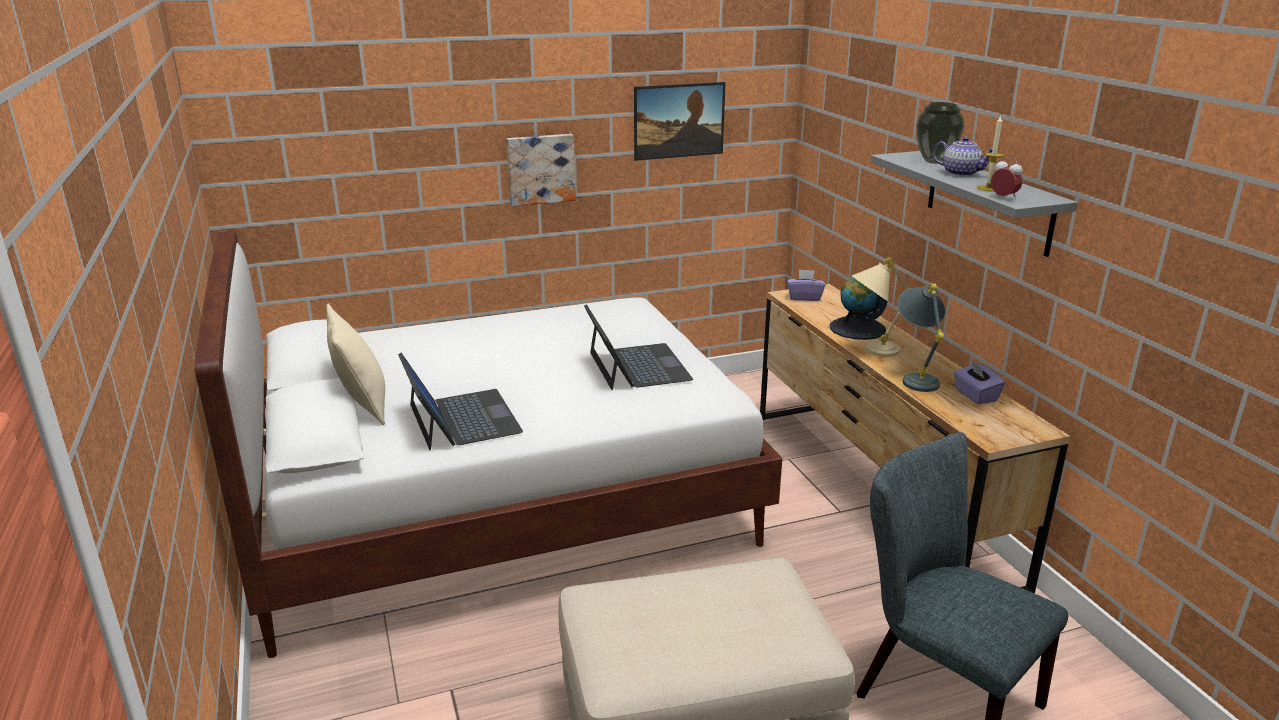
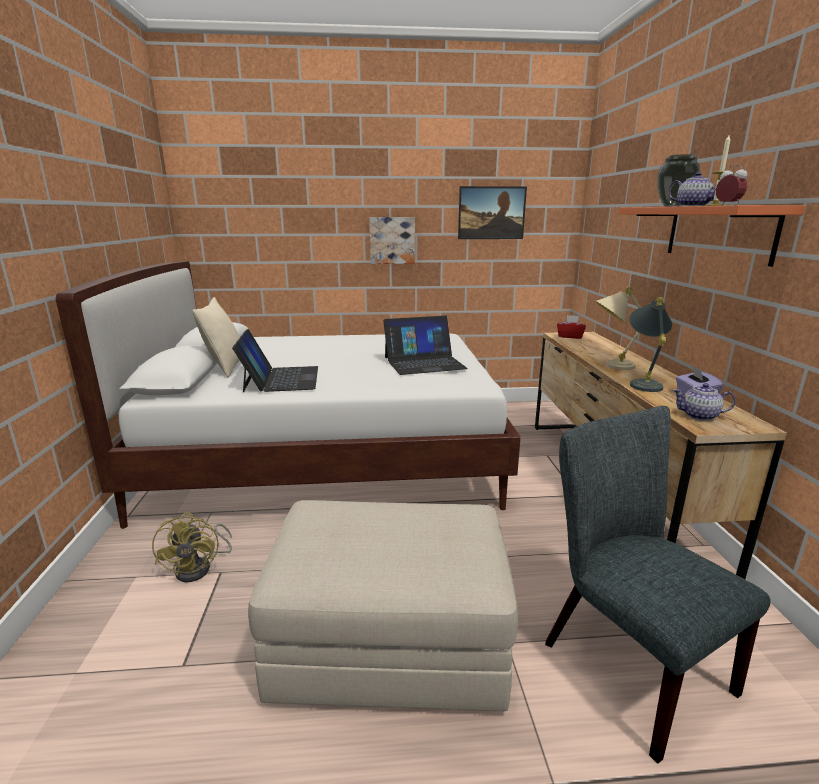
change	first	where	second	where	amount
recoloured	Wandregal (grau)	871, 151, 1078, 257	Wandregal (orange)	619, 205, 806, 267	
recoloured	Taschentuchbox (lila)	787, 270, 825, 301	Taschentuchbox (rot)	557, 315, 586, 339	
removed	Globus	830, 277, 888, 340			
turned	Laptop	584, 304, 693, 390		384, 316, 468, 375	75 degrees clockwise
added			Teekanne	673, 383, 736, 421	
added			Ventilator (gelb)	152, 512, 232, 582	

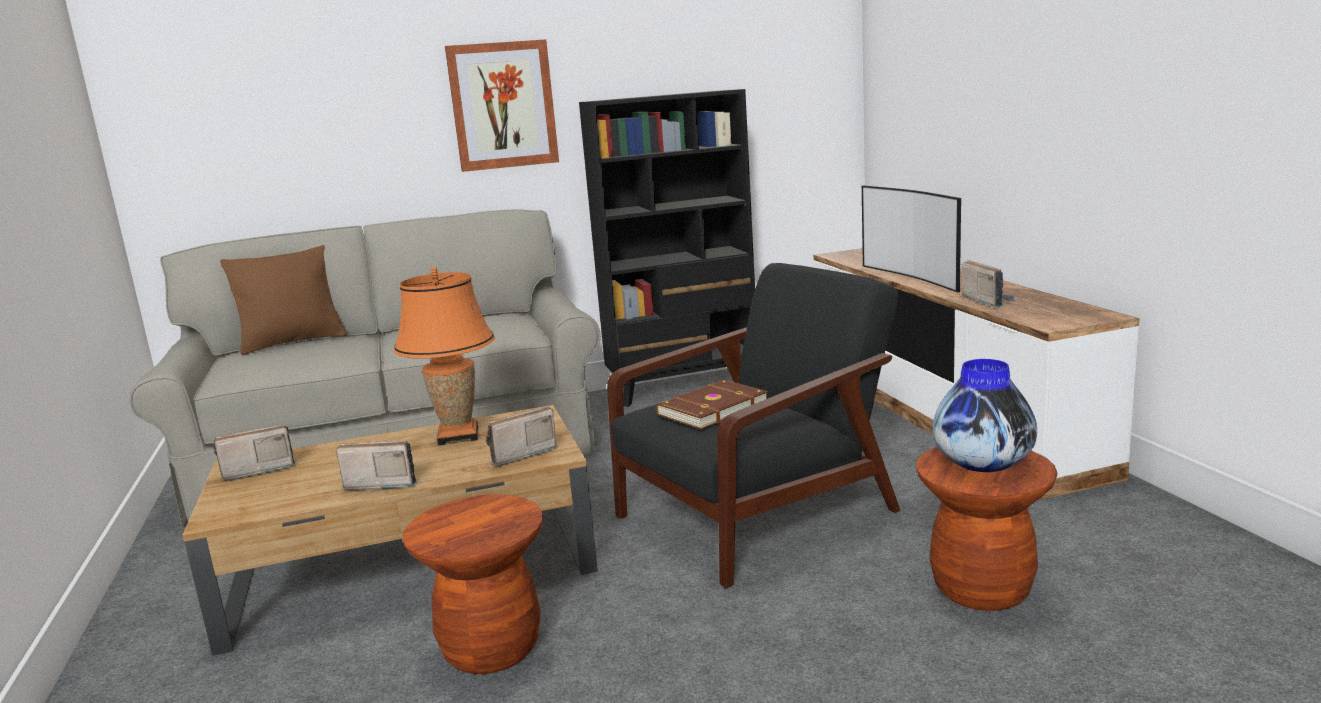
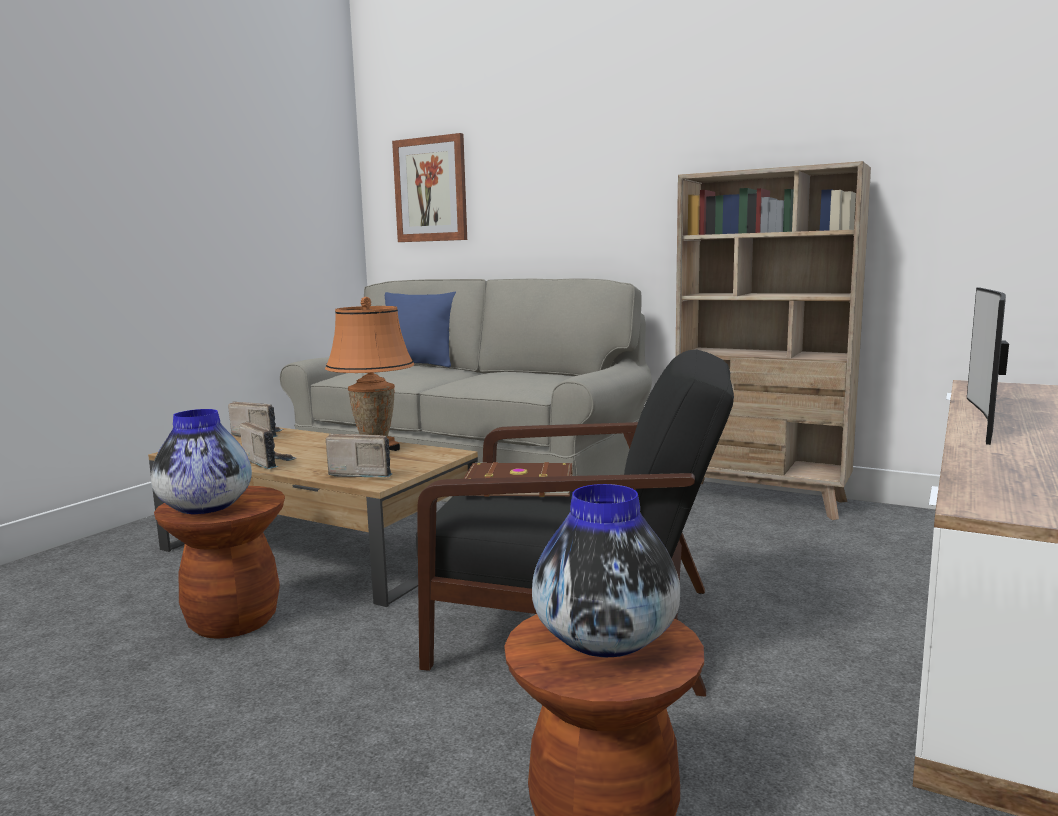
change	first	where	second	where	amount
moved	Bild	445, 39, 559, 172		392, 133, 467, 242	
recoloured	Bücherregal (schwarz)	579, 89, 755, 407	Bücherregal (beige)	675, 161, 871, 520	
recoloured	Kissen (braun)	220, 245, 346, 355	Kissen (blau)	385, 292, 456, 367	
removed	Radio	962, 260, 1018, 307			
added			Vase	151, 409, 252, 514	

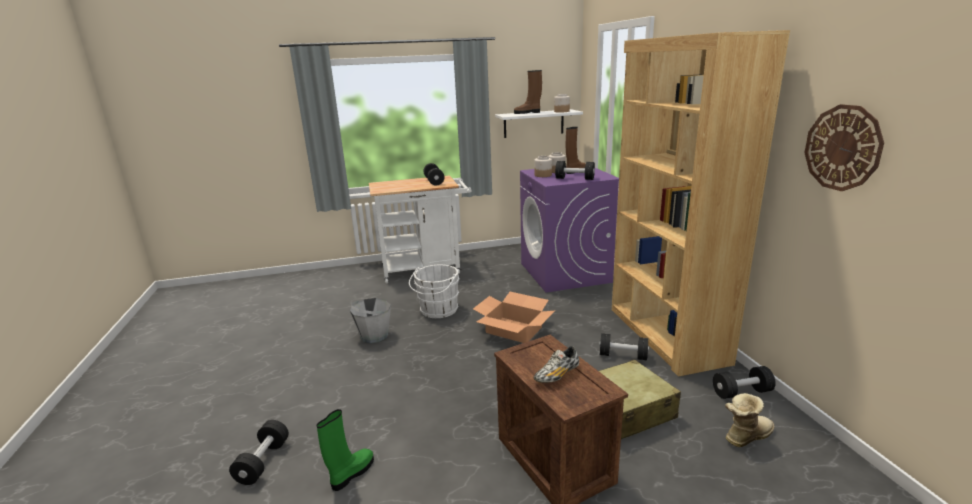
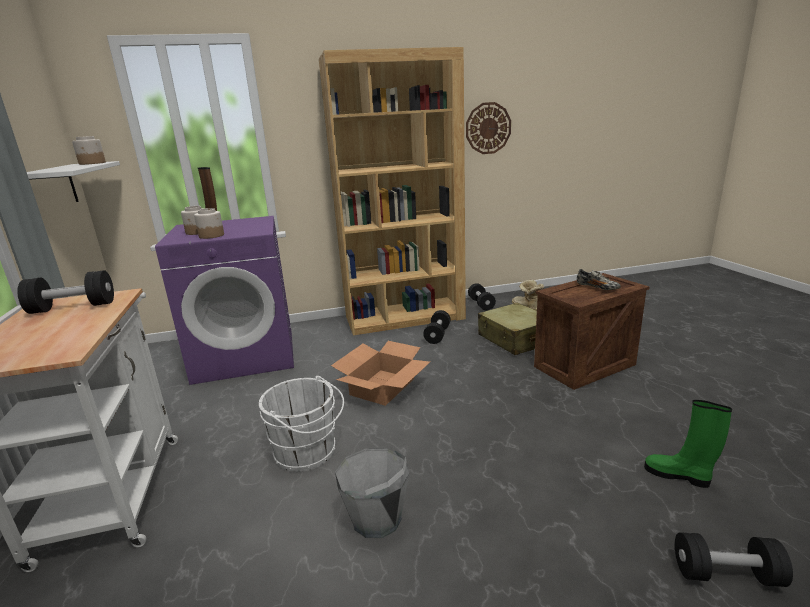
change	first	where	second	where	amount
removed	Stiefel (braun)	514, 70, 542, 114			
removed	Hantel (schwarz)	555, 161, 595, 180			

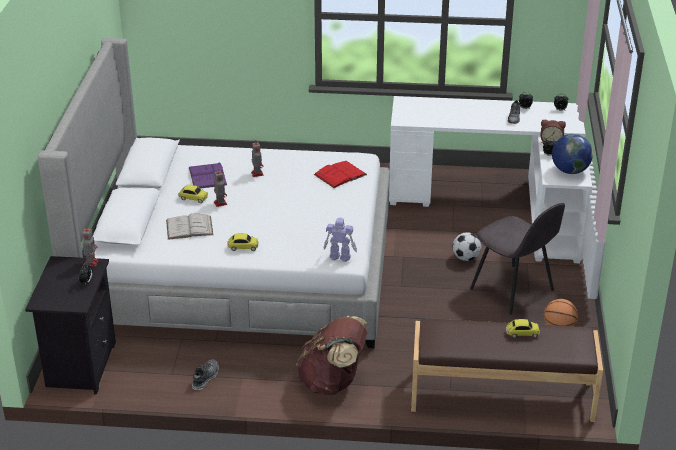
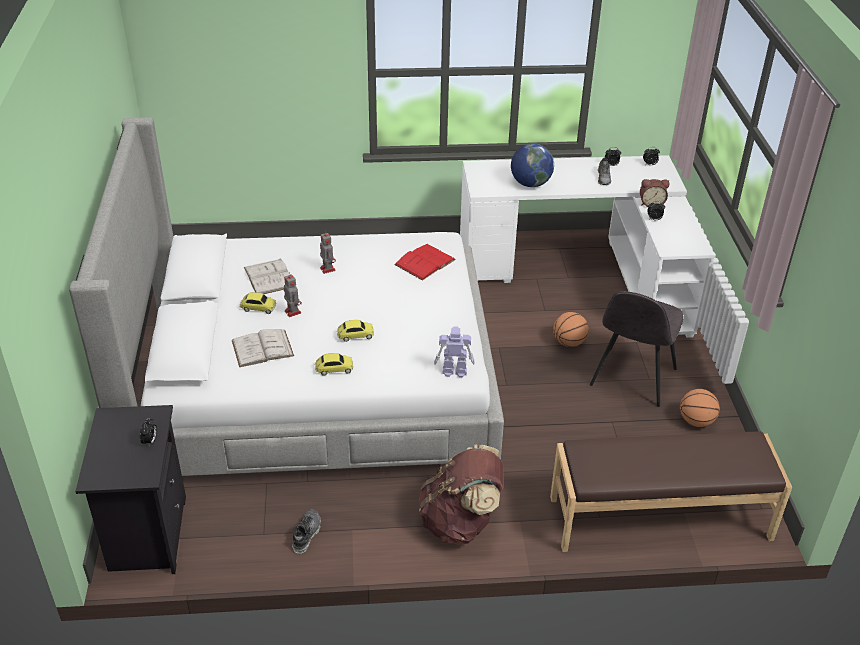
change	first	where	second	where	amount
moved	Globus	552, 134, 593, 174		511, 143, 554, 187	
recoloured	Buch (lila)	189, 162, 227, 189	Buch (weiß)	244, 259, 290, 294	
turned	Stuhl (grau)	470, 203, 565, 315		590, 291, 684, 407	75 degrees clockwise
removed	Spielzeugroboter	82, 229, 99, 266			
replaced	Fußball	453, 232, 481, 261	Basketball	553, 312, 589, 347	
moved	Spielzeugauto	506, 319, 540, 338		337, 320, 374, 342	

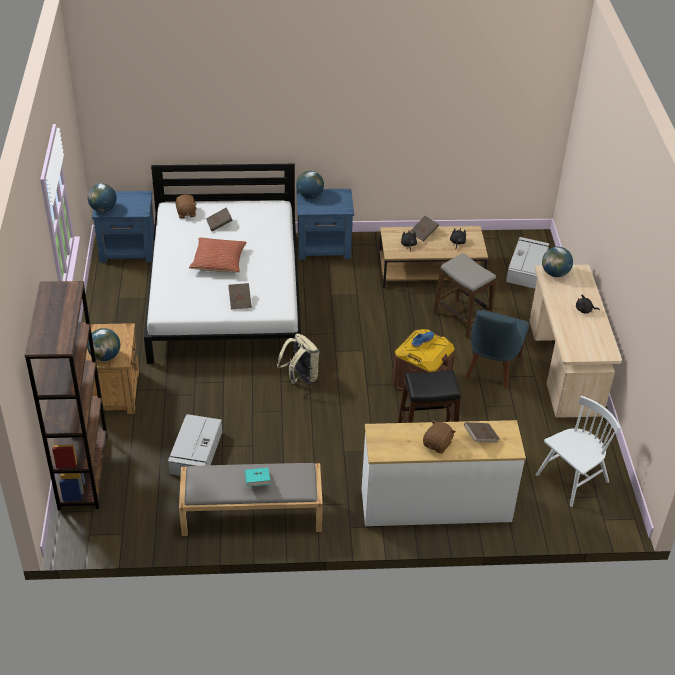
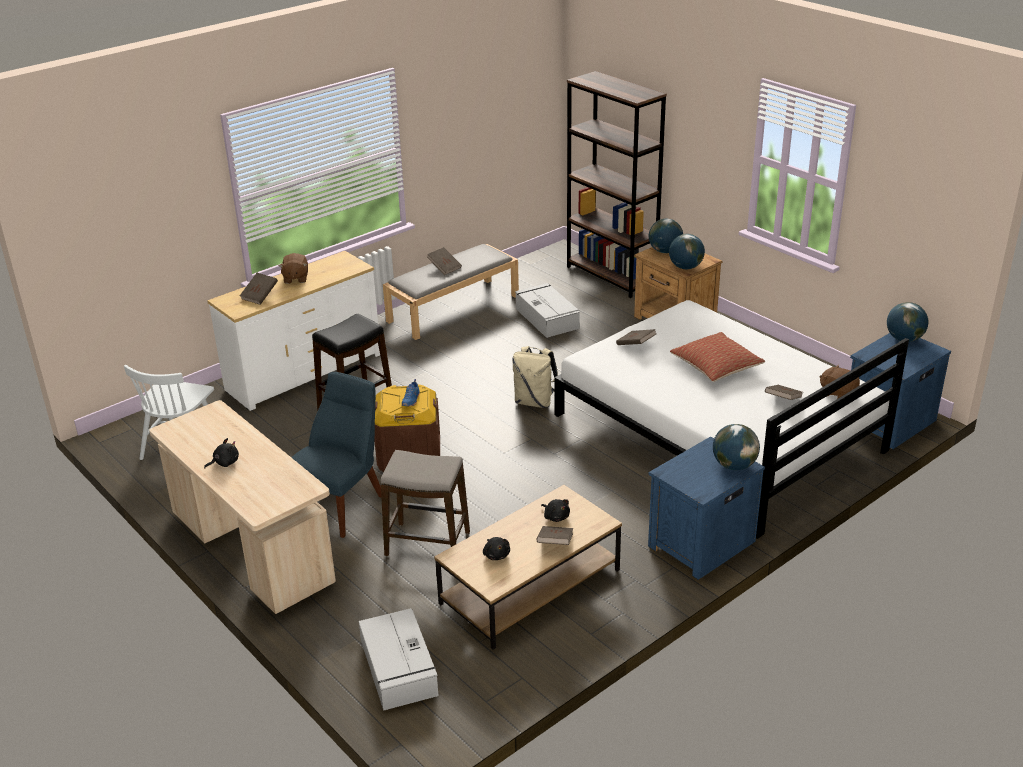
change	first	where	second	where	amount
moved	Globus	542, 247, 573, 277		669, 234, 705, 269	
turned	Stuhl (blau)	466, 310, 529, 389		291, 372, 381, 538	45 degrees clockwise
recoloured	Buch (türkis)	245, 468, 271, 487	Buch (braun)	427, 247, 462, 275	

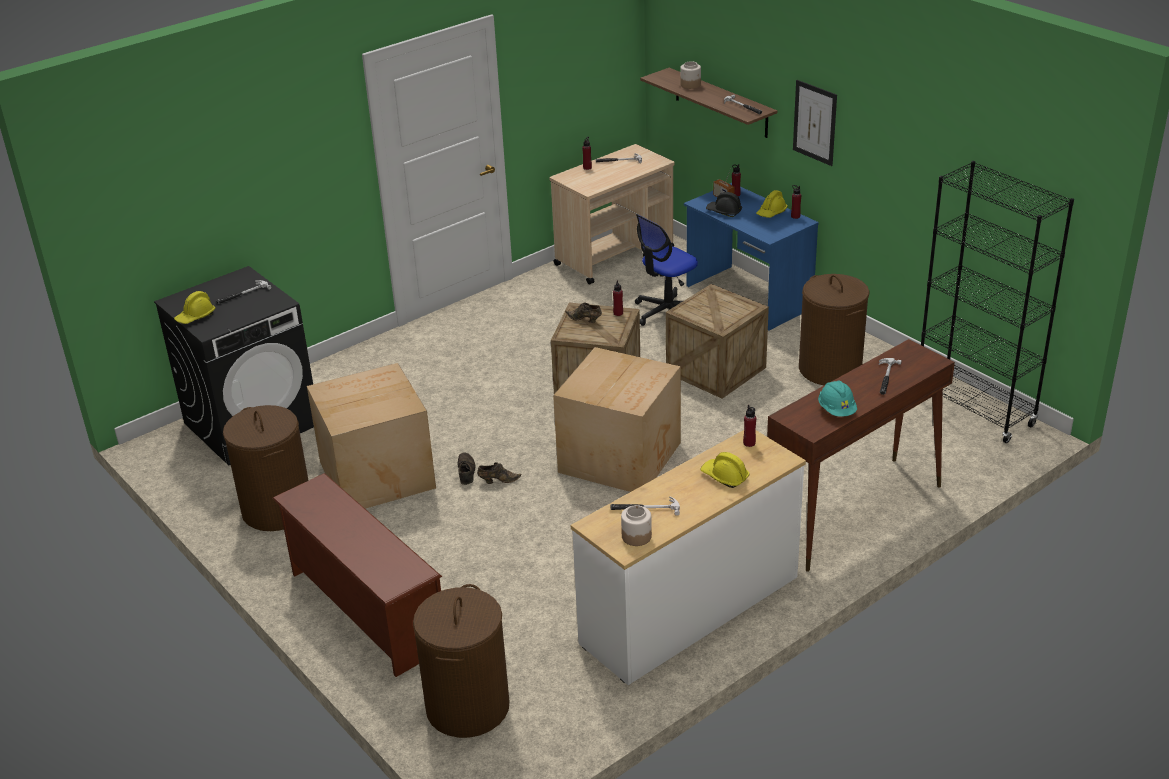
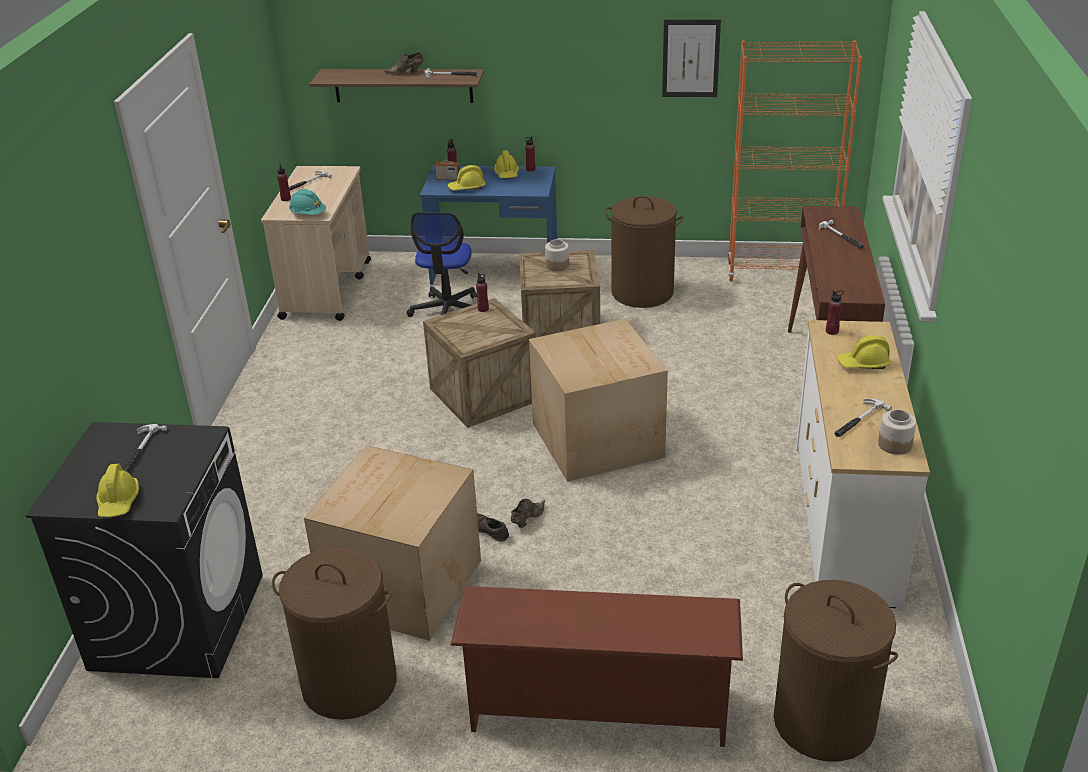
change	first	where	second	where	amount
moved	Vorratsglas	680, 61, 701, 89		545, 239, 569, 271	
moved	Bild	793, 80, 837, 166		662, 19, 721, 97	
recoloured	Bücherregal (schwarz)	921, 161, 1074, 443	Bücherregal (orange)	728, 40, 863, 282	
recoloured	Schutzhelm (schwarz)	706, 192, 742, 217	Schutzhelm (gelb)	448, 165, 486, 191	
moved	Schuh (braun)	565, 302, 602, 323		384, 52, 423, 75	
moved	Schutzhelm (türkis)	818, 380, 857, 417		289, 189, 326, 215	

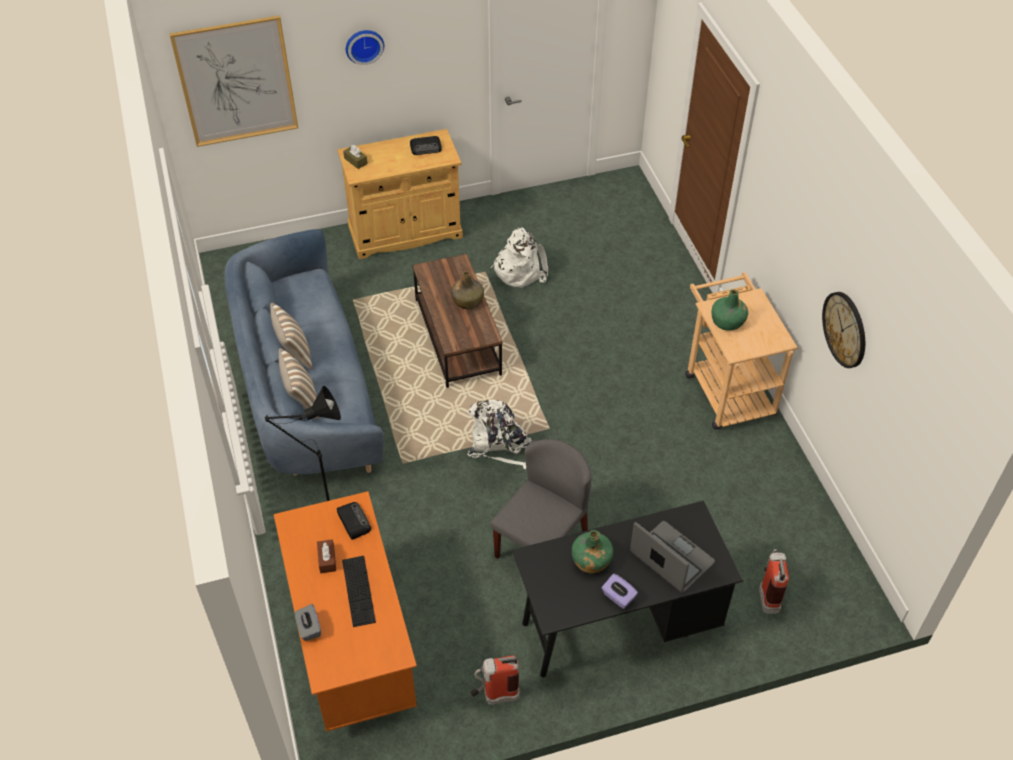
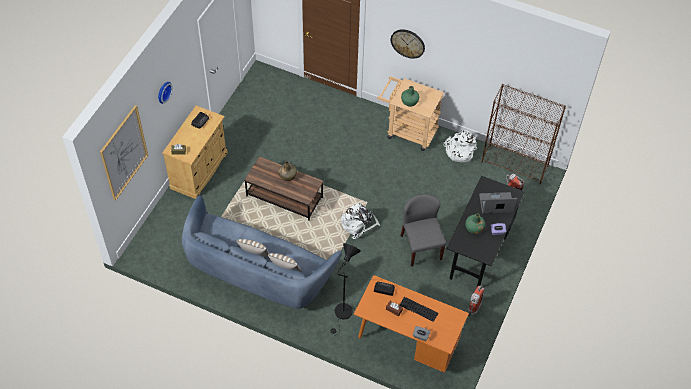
change	first	where	second	where	amount
moved	Rucksack (weiß)	491, 227, 548, 288		443, 130, 477, 163	
moved	Wanduhr	822, 292, 865, 368		391, 29, 425, 59	
added			Bücherregal (braun)	481, 84, 566, 184	

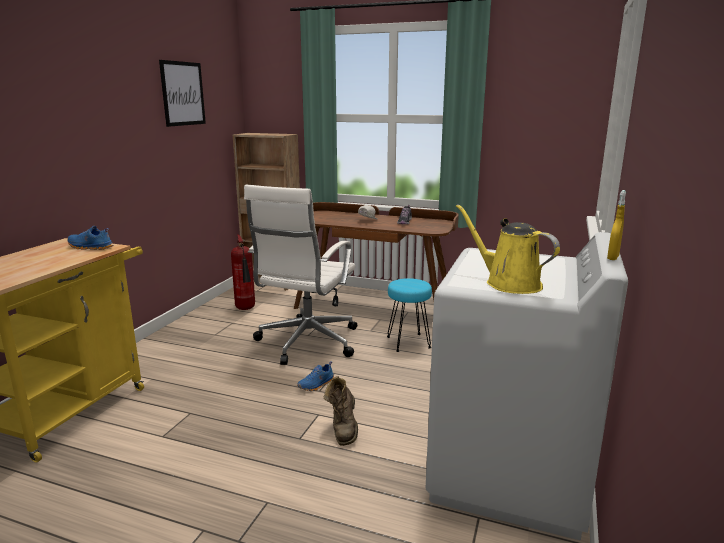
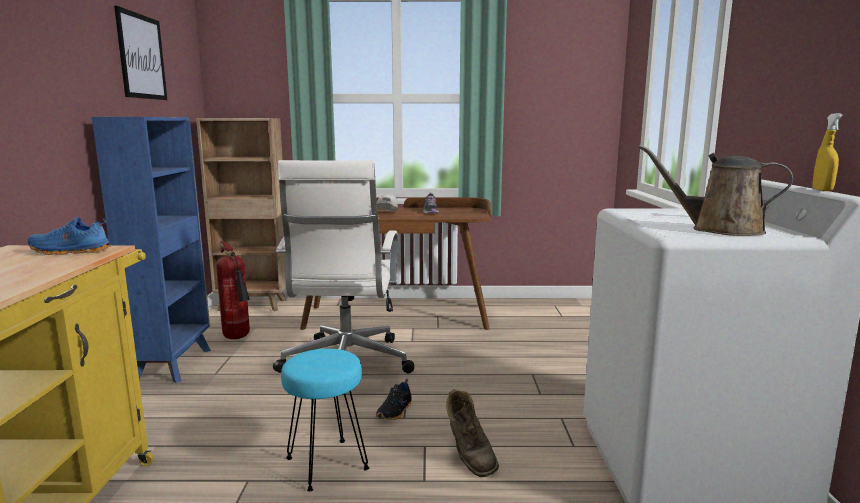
change	first	where	second	where	amount
recoloured	Gießkanne (gelb)	456, 204, 560, 294	Gießkanne (braun)	639, 145, 793, 236	
moved	Hocker (türkis)	387, 278, 432, 352		281, 349, 369, 491	
recoloured	Schuh (blau)	297, 361, 334, 391	Schuh (schwarz)	376, 379, 412, 420	
added			Bücherregal (blau)	92, 117, 211, 383	

